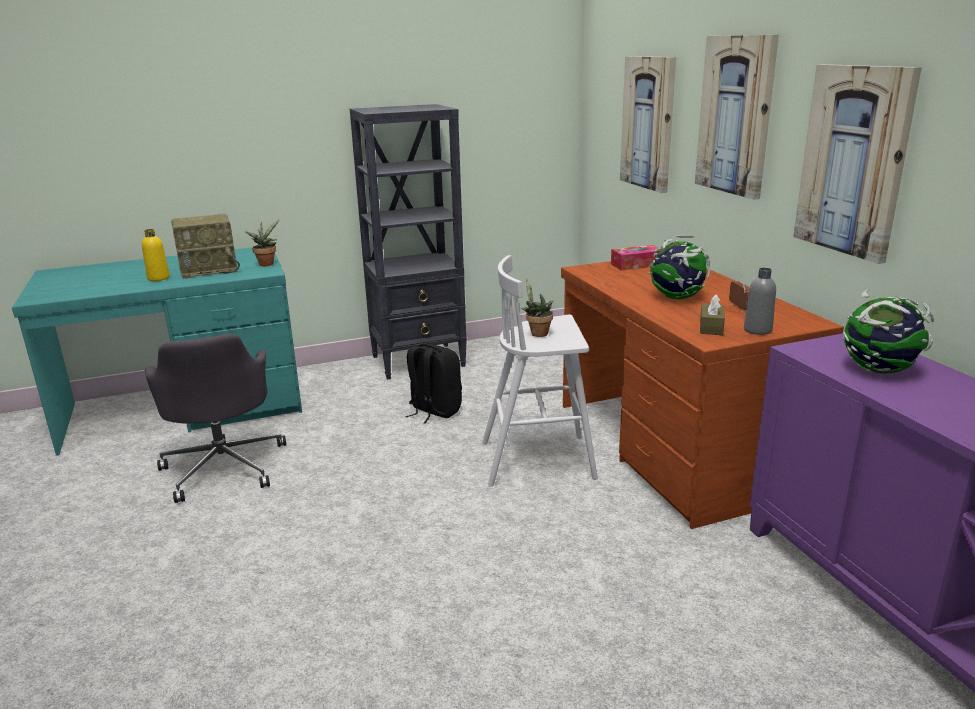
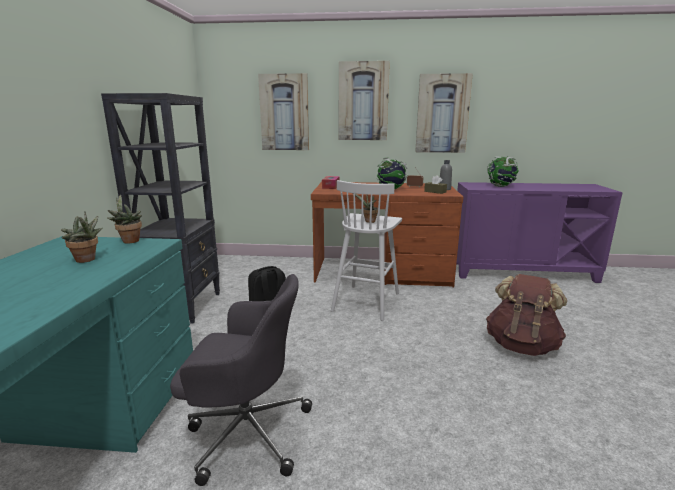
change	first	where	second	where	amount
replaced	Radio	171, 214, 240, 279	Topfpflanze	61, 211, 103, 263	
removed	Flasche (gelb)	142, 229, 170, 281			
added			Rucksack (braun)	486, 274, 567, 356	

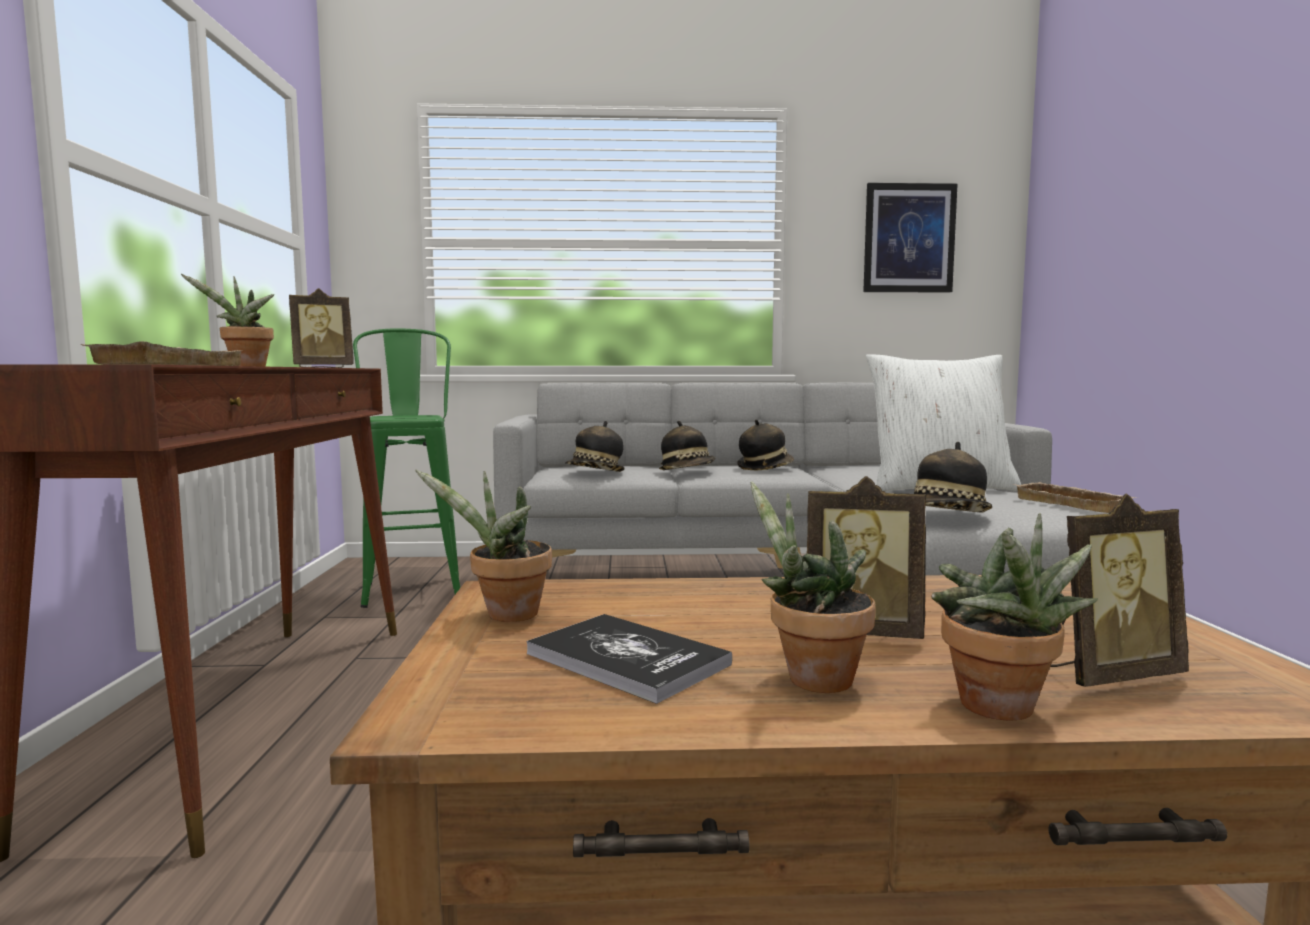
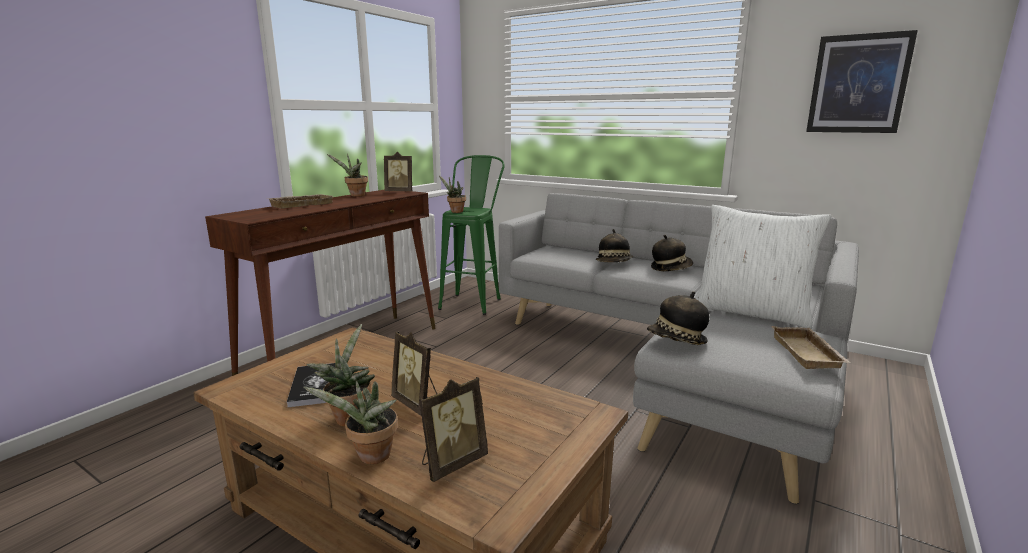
change	first	where	second	where	amount
removed	Hut	565, 421, 625, 472			
moved	Topfpflanze	415, 469, 552, 622		439, 176, 466, 213	
turned	Bilderrahmen	1050, 493, 1189, 687		419, 377, 488, 482	60 degrees counterclockwise

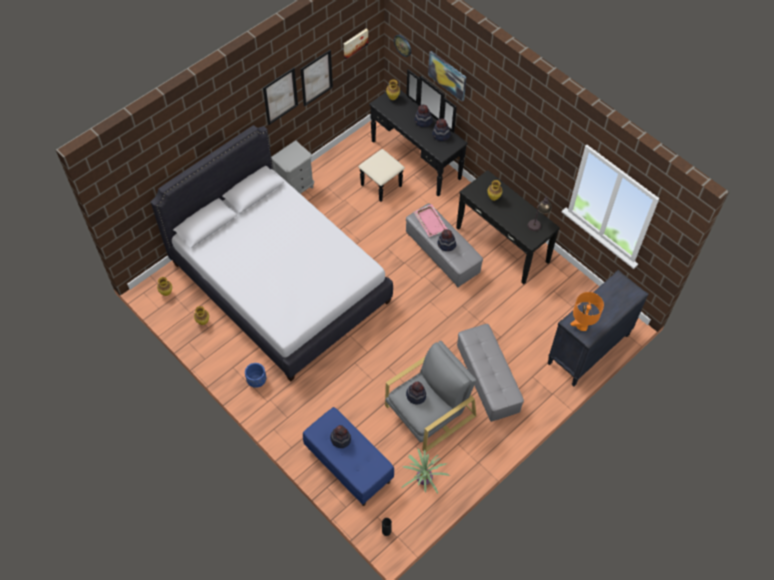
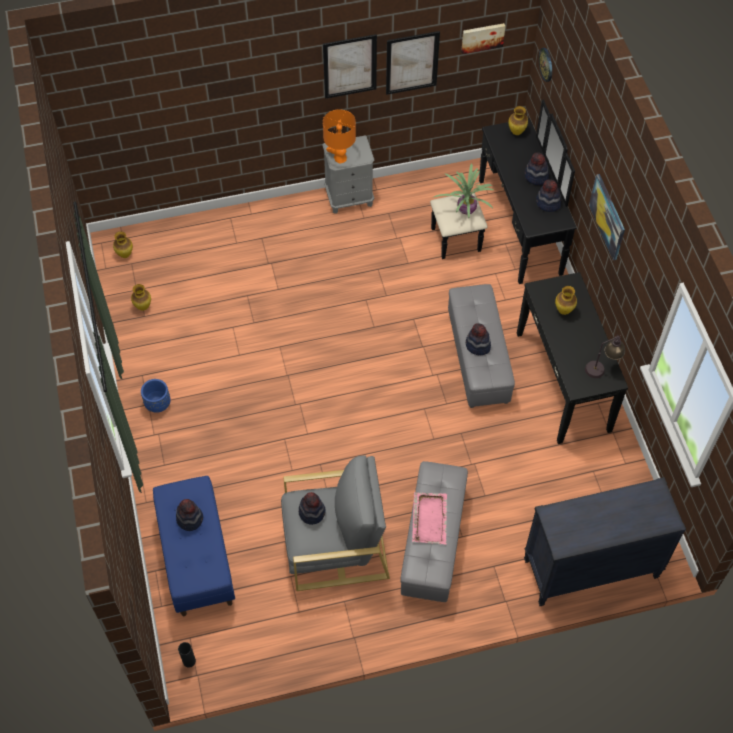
change	first	where	second	where	amount
moved	Bild	428, 51, 467, 102		589, 174, 625, 260	
removed	Bett (weiß)	151, 125, 393, 382			
moved	Tablett (rosa)	413, 204, 447, 237		412, 492, 447, 545	
moved	Tischlampe (orange)	571, 292, 604, 331		323, 109, 356, 164	
moved	Topfpflanze	402, 449, 450, 494		434, 164, 493, 218	

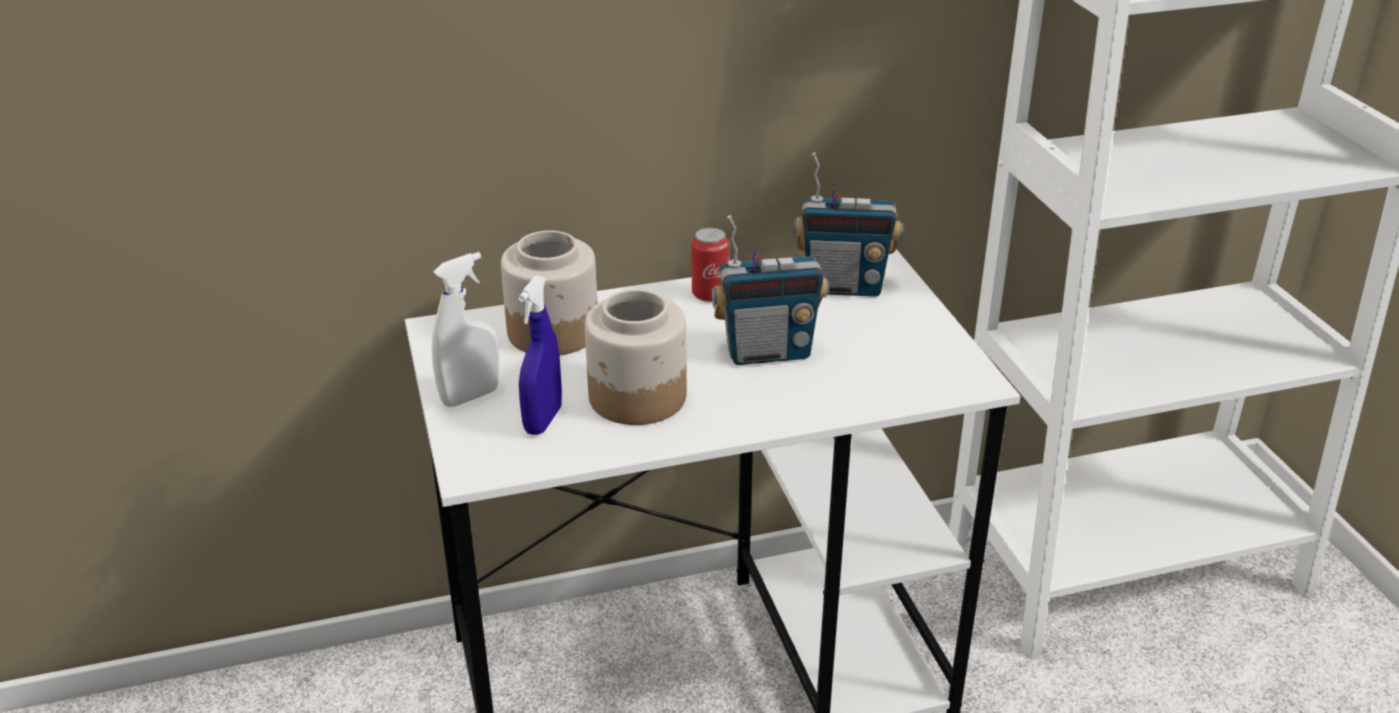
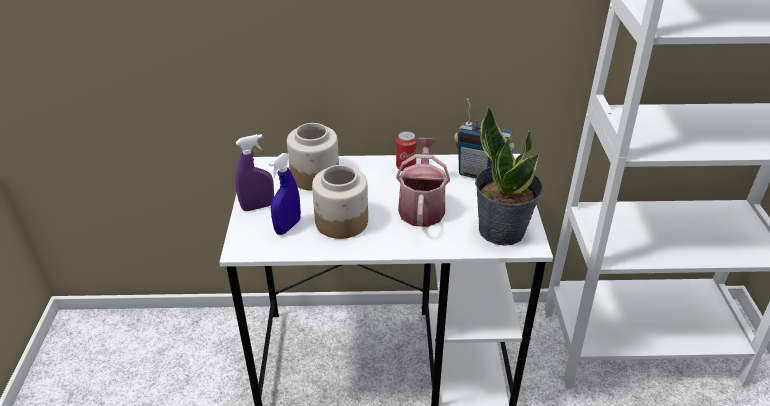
change	first	where	second	where	amount
replaced	Radio	712, 215, 829, 365	Gießkanne	396, 138, 450, 227	
recoloured	Sprühflasche (weiß)	431, 252, 499, 407	Sprühflasche (lila)	235, 134, 274, 211	
added			Topfpflanze	475, 106, 542, 246	

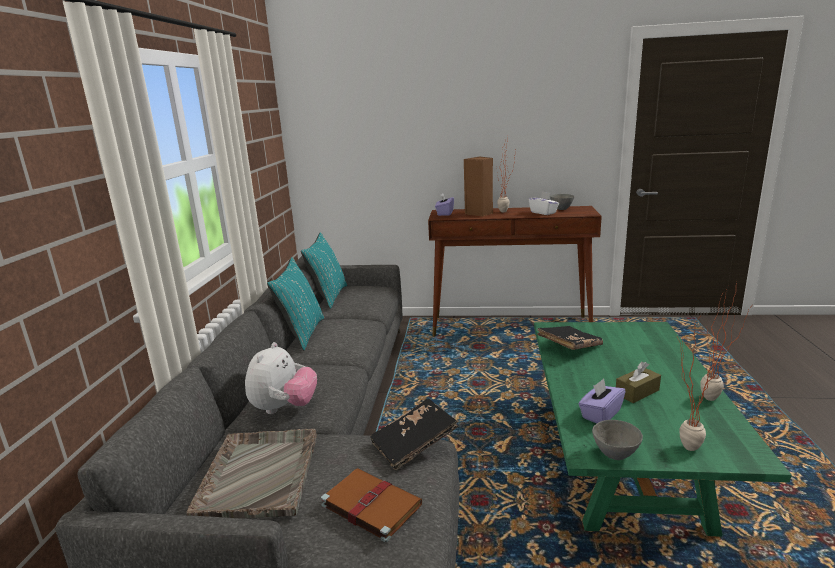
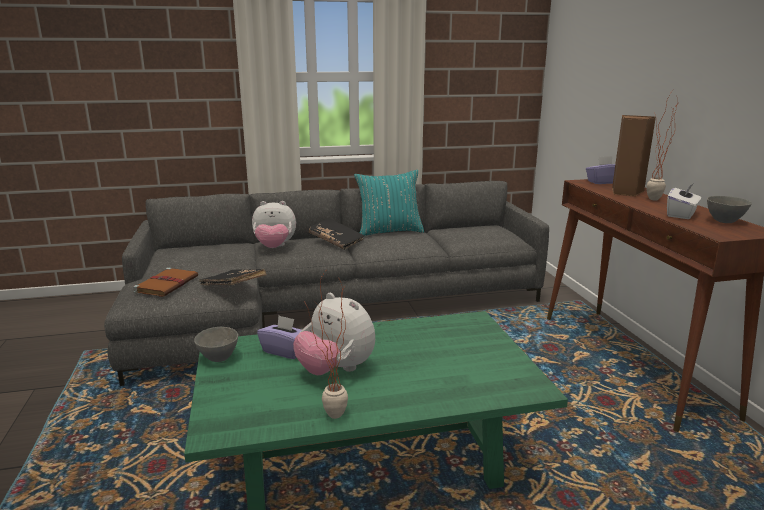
change	first	where	second	where	amount
removed	Kissen (türkis)	301, 232, 347, 309			
removed	Topfpflanze	677, 318, 717, 451			
moved	Buch (schwarz)	537, 326, 603, 350		309, 218, 364, 250	
replaced	Taschentuchbox (braun)	616, 362, 661, 403	Plüschtier	293, 293, 375, 375	
removed	Tablett (grau)	186, 429, 317, 518			

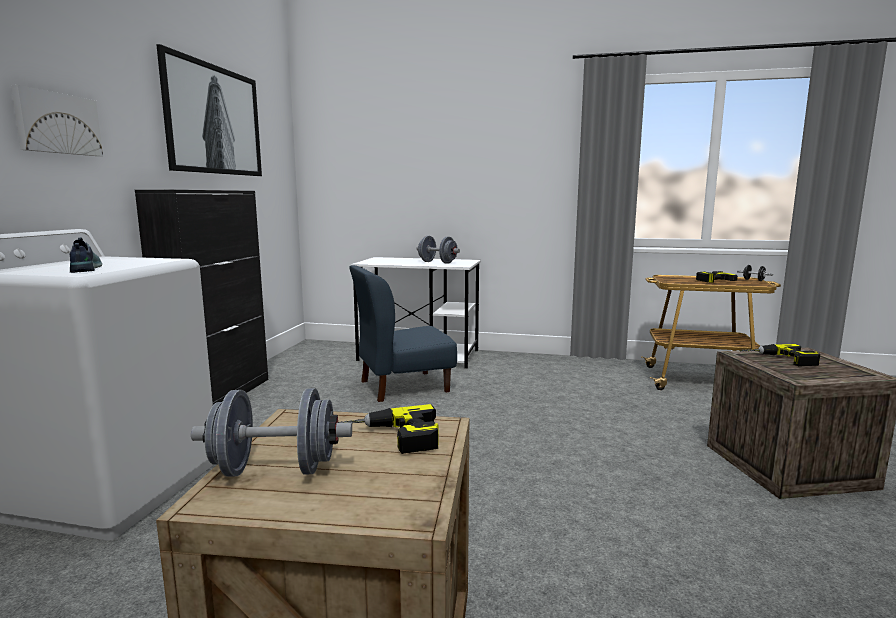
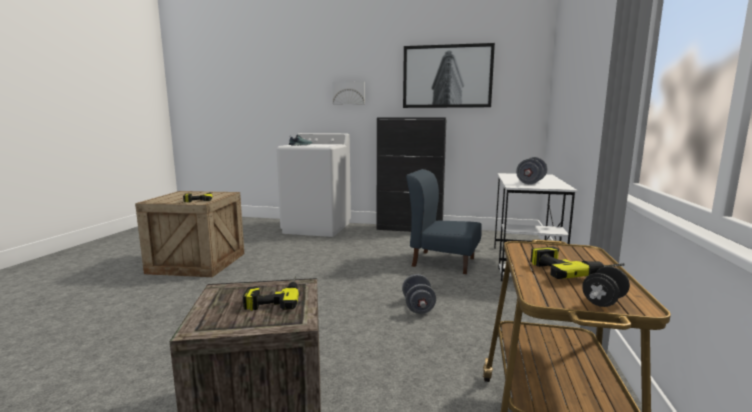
change	first	where	second	where	amount
turned	Stuhl (blau)	349, 265, 457, 402		406, 169, 482, 274	45 degrees counterclockwise
moved	Hantel (grau)	191, 388, 352, 477		402, 274, 436, 314	

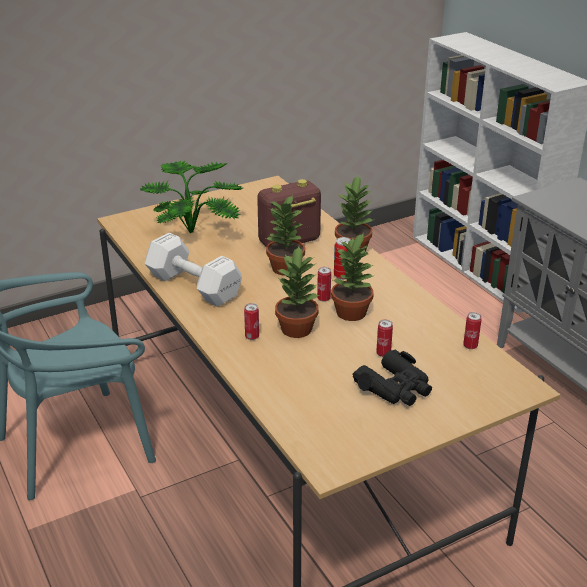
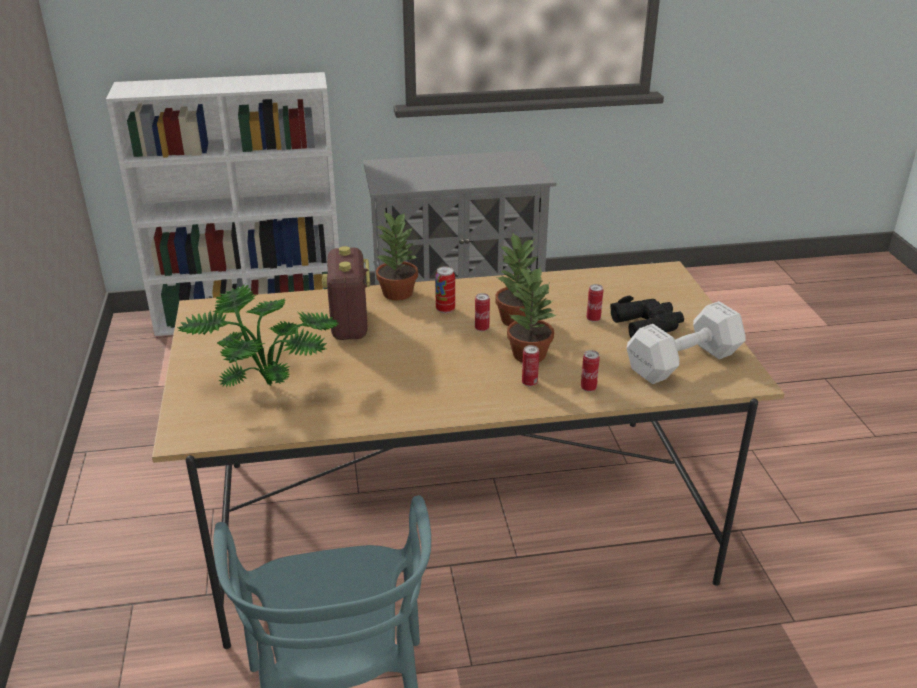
change	first	where	second	where	amount
removed	Topfpflanze	266, 195, 305, 276			
moved	Hantel (weiß)	145, 233, 242, 307		627, 301, 746, 384	
moved	Dose	463, 312, 482, 349		581, 350, 600, 392	

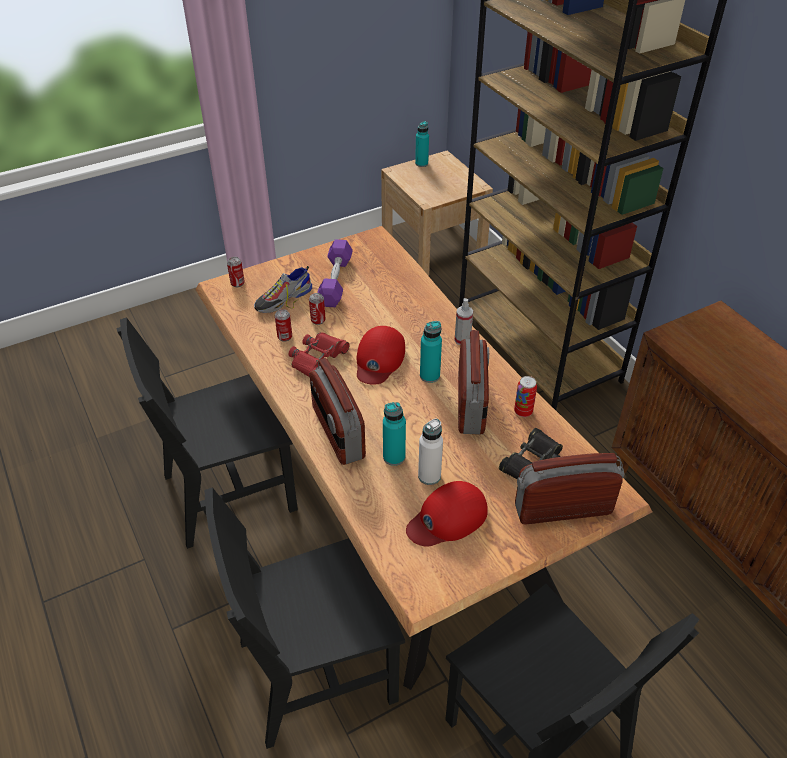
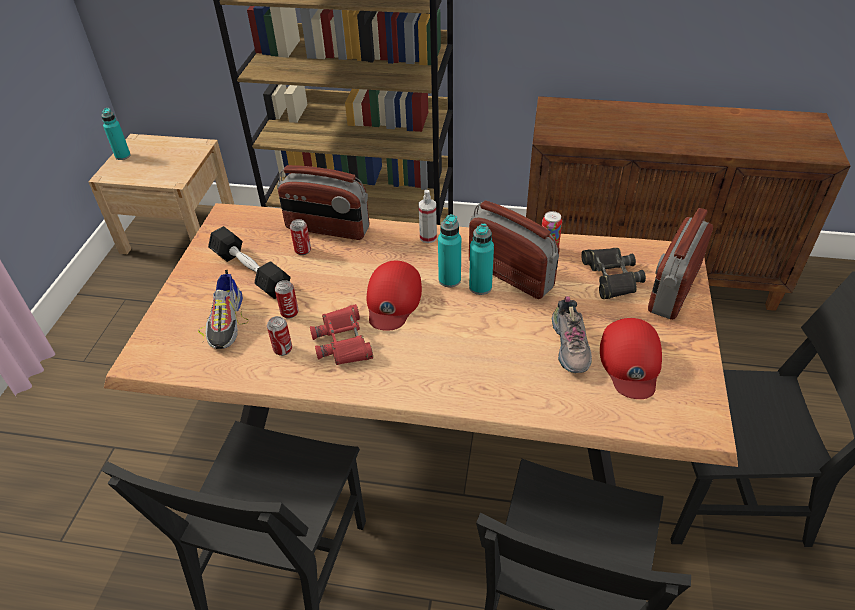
change	first	where	second	where	amount
recoloured	Hantel (lila)	317, 239, 353, 307	Hantel (schwarz)	208, 226, 291, 299	
moved	Dose	227, 257, 245, 287		290, 219, 311, 255	
turned	Kappe (rot)	356, 326, 405, 385		367, 261, 422, 331	45 degrees clockwise
moved	Radio	310, 358, 366, 465		277, 165, 369, 240	
moved	Flasche (türkis)	383, 402, 406, 466		469, 223, 494, 295	
replaced	Flasche (weiß)	418, 419, 443, 485	Schuh	552, 296, 592, 373	

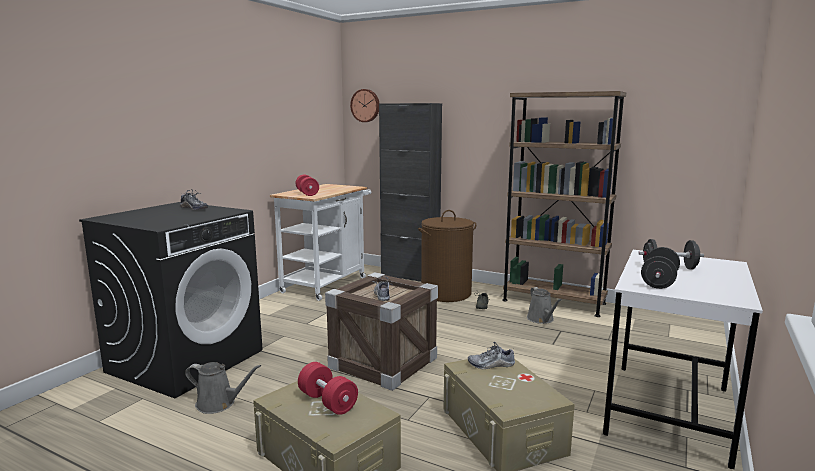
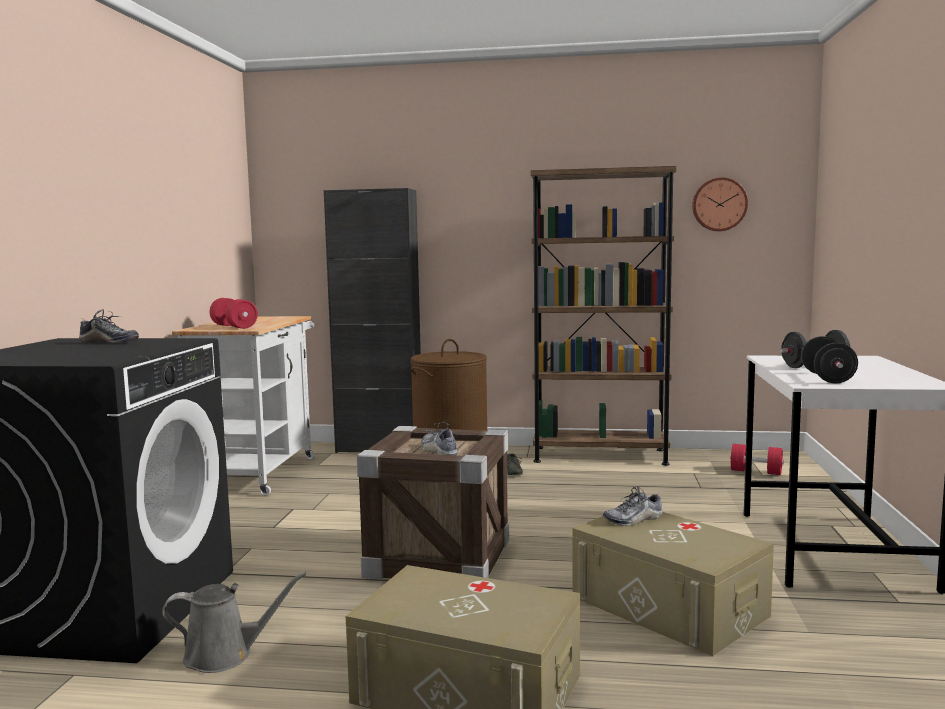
change	first	where	second	where	amount
moved	Wanduhr	350, 89, 379, 122		692, 177, 748, 231	
removed	Gießkanne (grau)	527, 287, 562, 324			
moved	Hantel (rot)	298, 362, 358, 415		730, 444, 784, 475	

